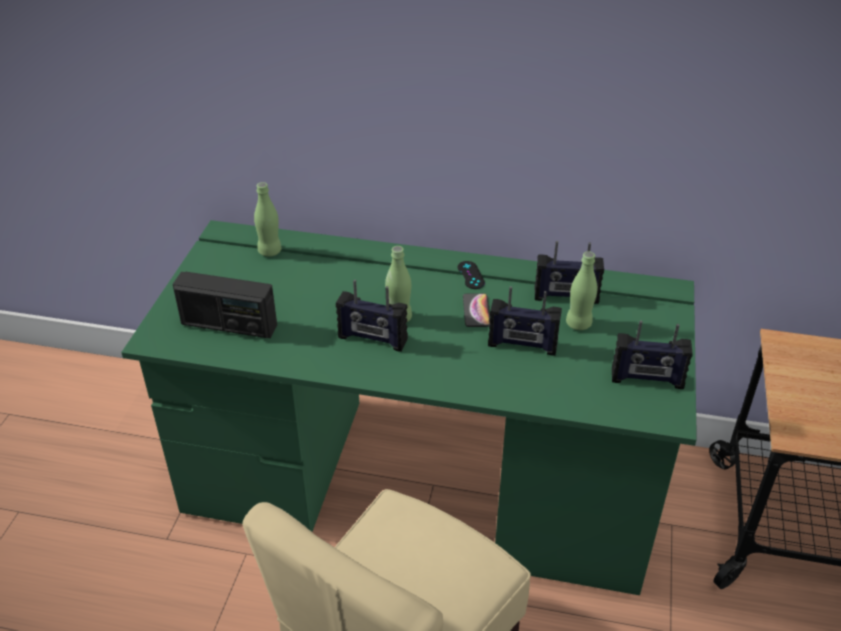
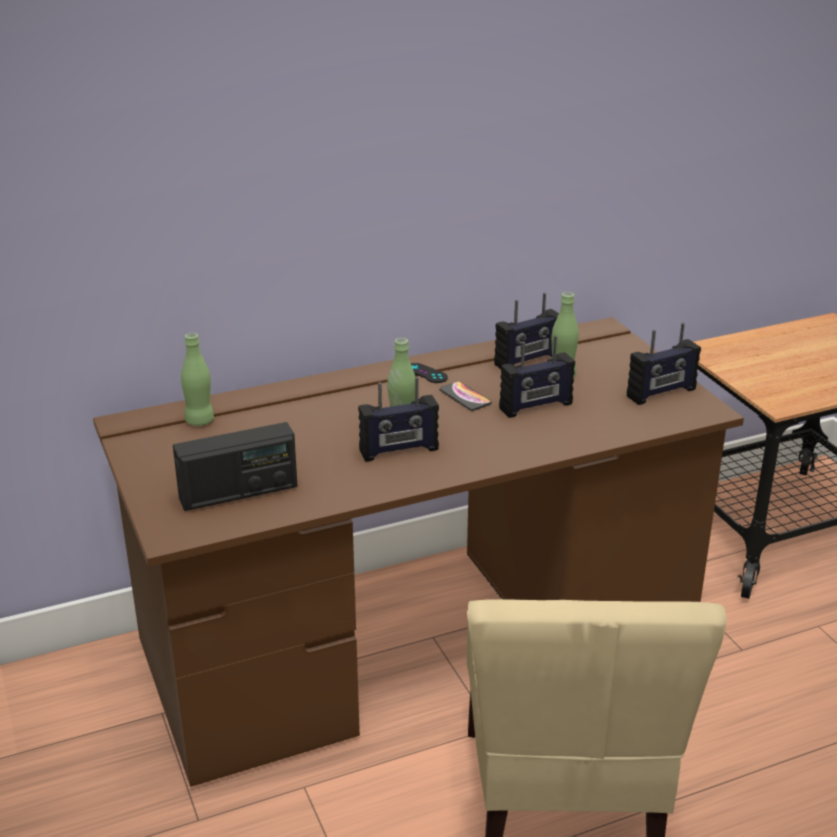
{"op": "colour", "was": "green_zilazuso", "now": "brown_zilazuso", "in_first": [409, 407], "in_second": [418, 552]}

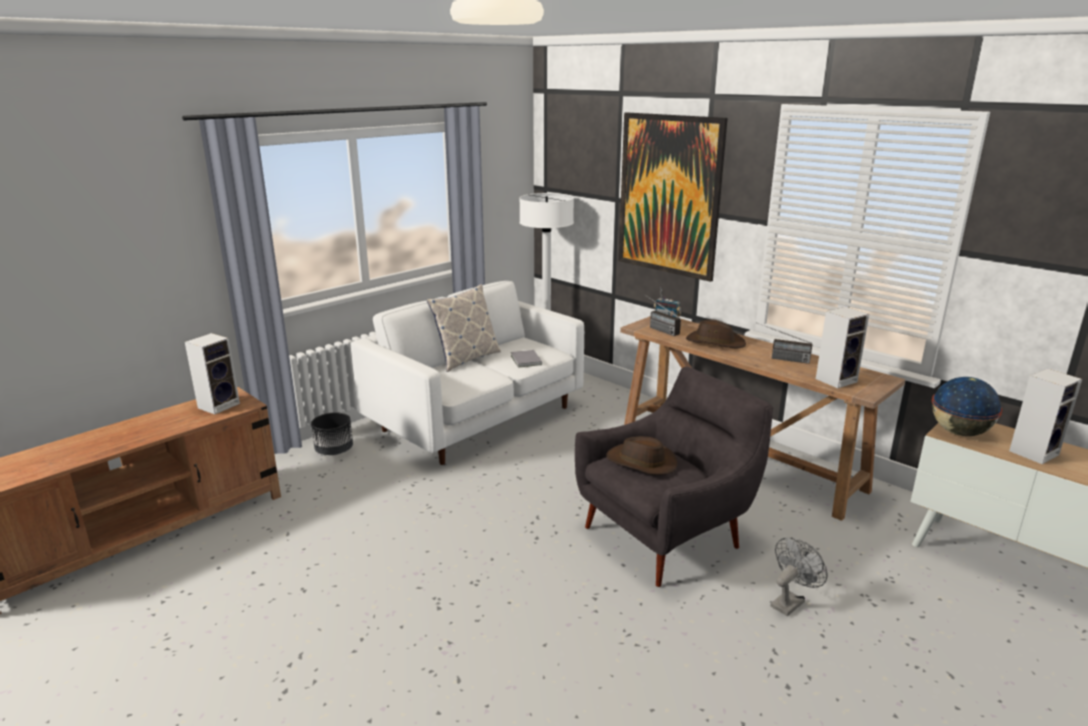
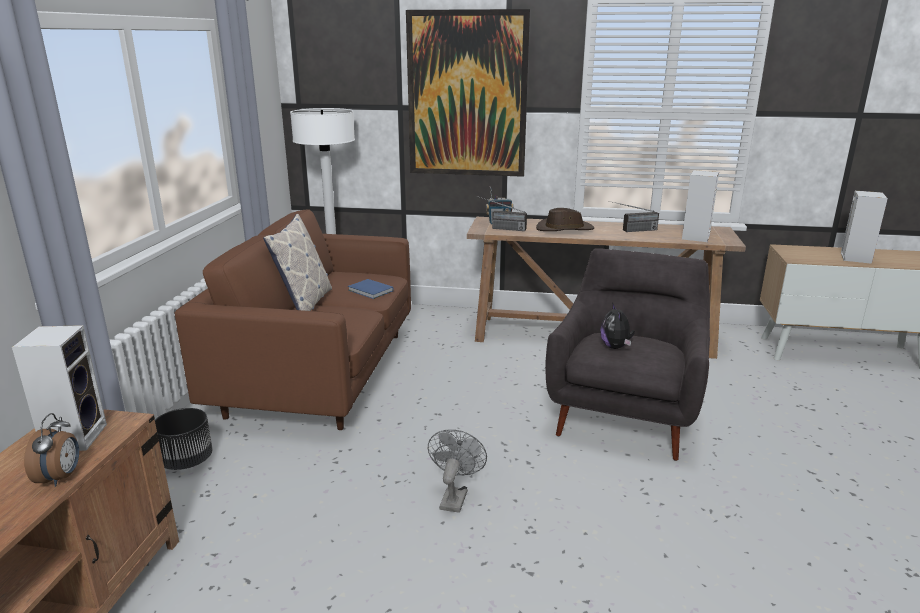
{"op": "missing", "was": "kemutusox", "in_first": [967, 406]}
{"op": "appeared", "now": "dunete", "in_second": [51, 450]}
{"op": "relocated", "was": "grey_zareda", "in_first": [799, 576], "in_second": [457, 471]}
{"op": "exchanged", "was": "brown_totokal", "now": "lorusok", "in_first": [641, 455], "in_second": [617, 325]}
{"op": "colour", "was": "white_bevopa", "now": "brown_bevopa", "in_first": [467, 373], "in_second": [293, 319]}
{"op": "colour", "was": "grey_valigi", "now": "blue_valigi", "in_first": [526, 359], "in_second": [371, 289]}

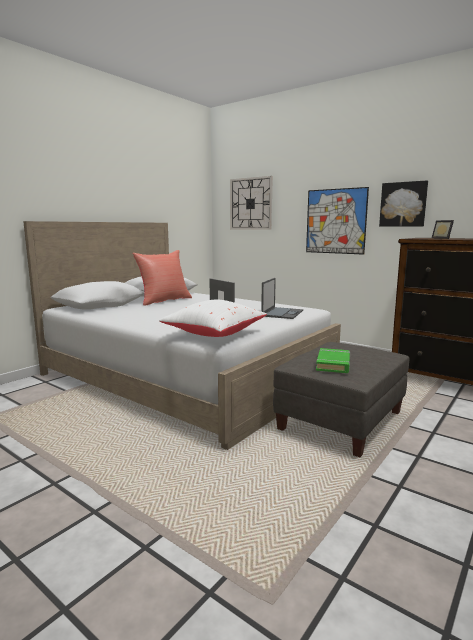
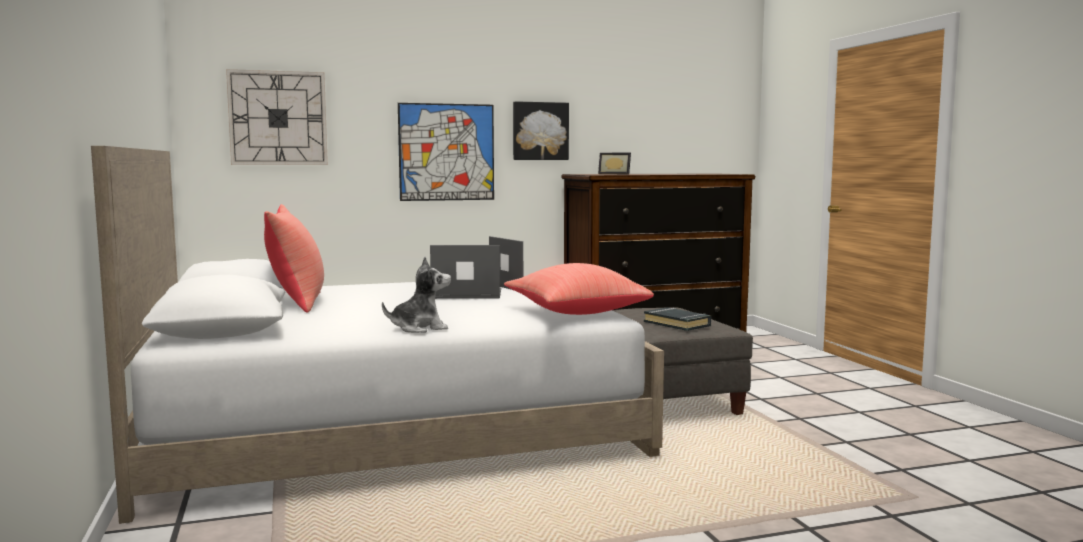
{"op": "appeared", "now": "lorusok", "in_second": [416, 295]}
{"op": "colour", "was": "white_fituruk", "now": "red_fituruk", "in_first": [213, 318], "in_second": [579, 289]}
{"op": "colour", "was": "green_valigi", "now": "black_valigi", "in_first": [333, 360], "in_second": [677, 319]}

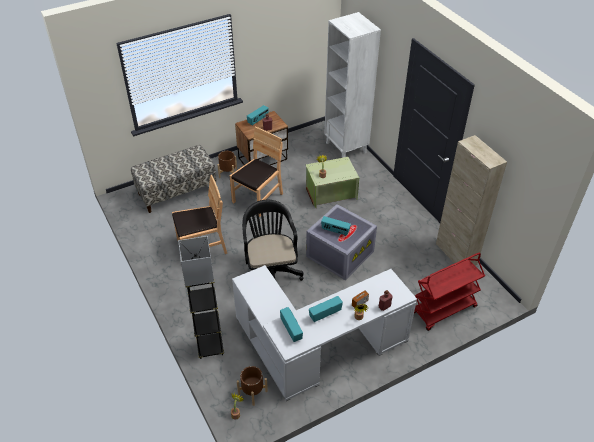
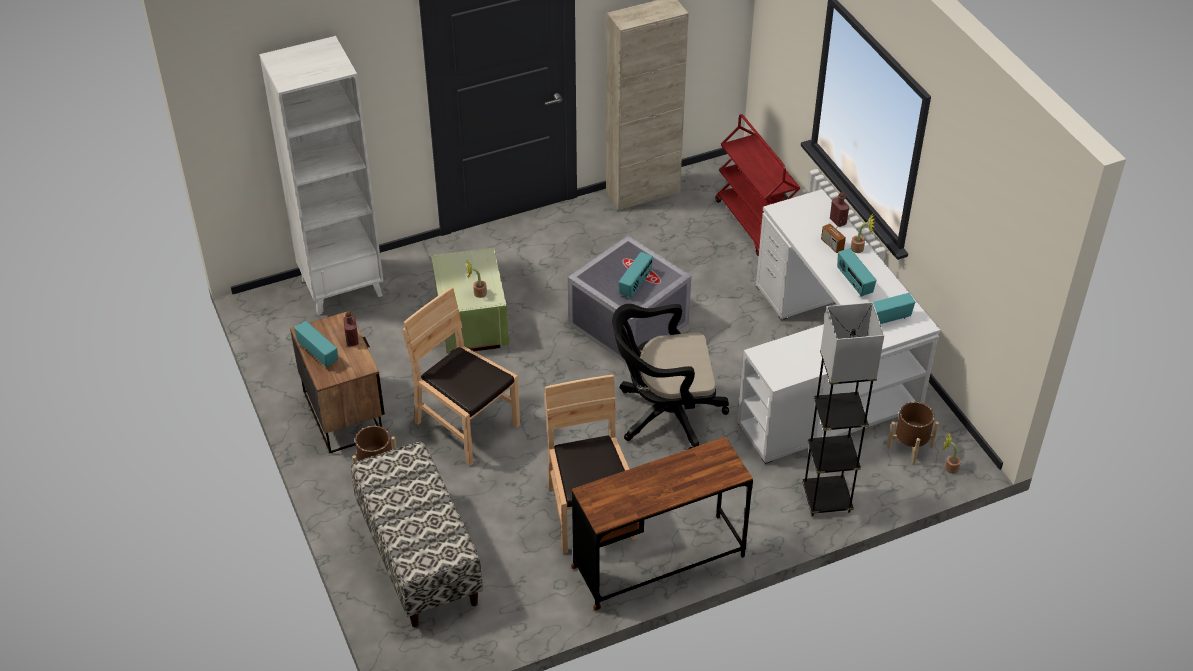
{"op": "appeared", "now": "brown_zilazuso", "in_second": [662, 524]}

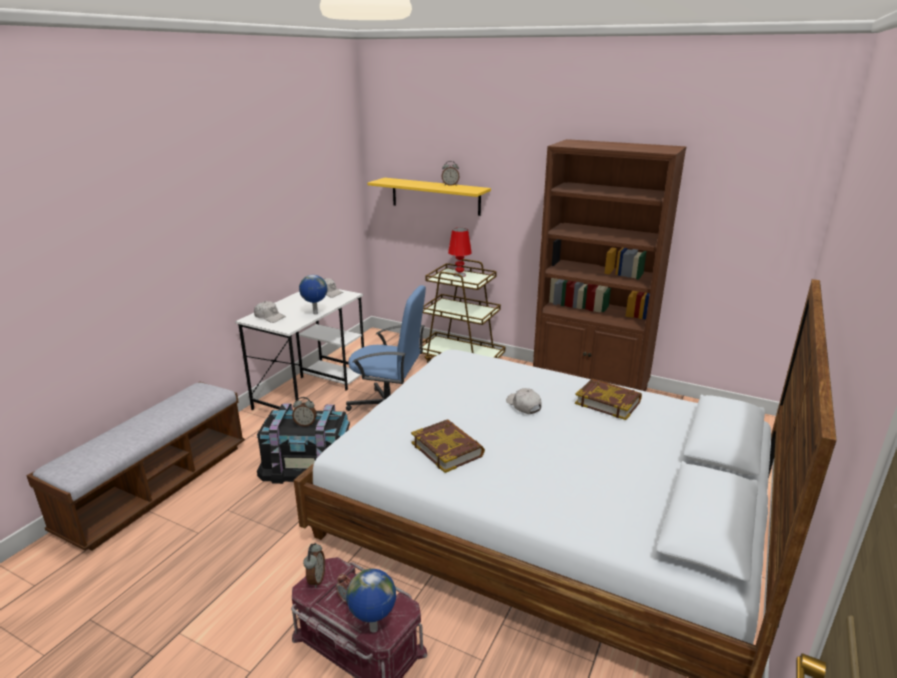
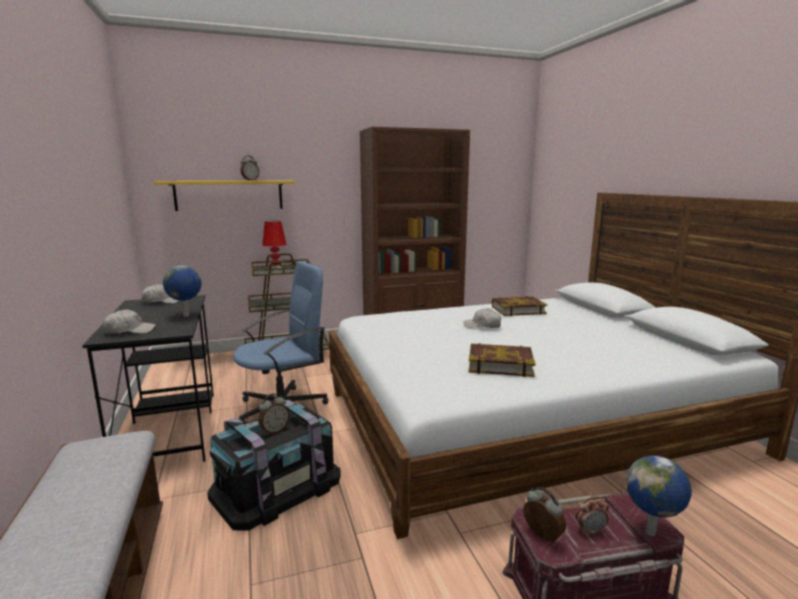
{"op": "colour", "was": "white_zilazuso", "now": "black_zilazuso", "in_first": [299, 349], "in_second": [148, 378]}

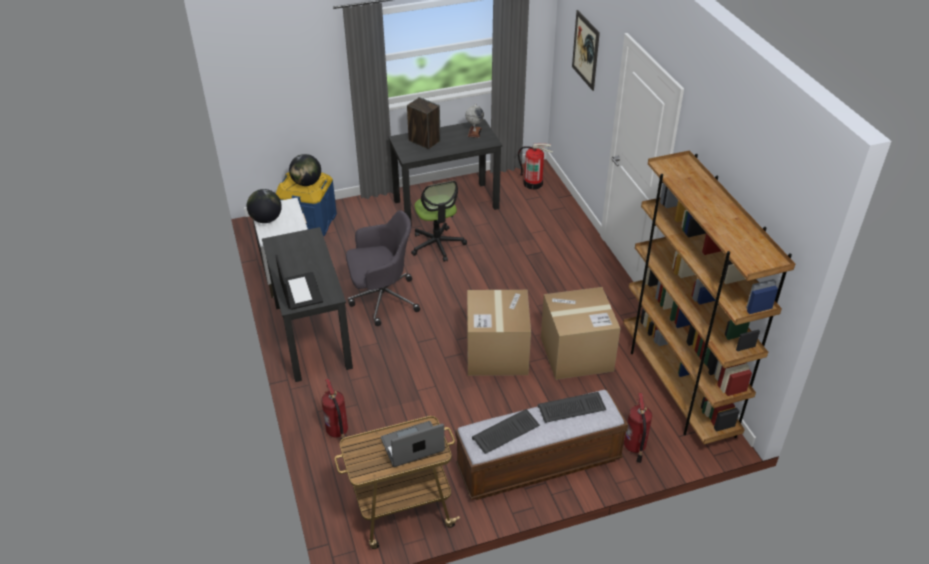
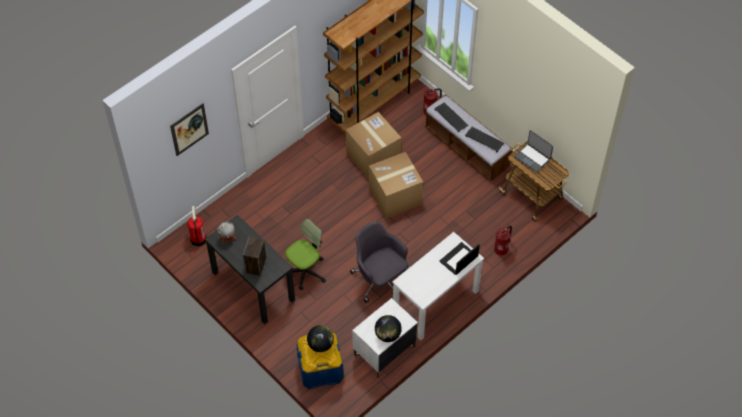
{"op": "colour", "was": "black_zilazuso", "now": "white_zilazuso", "in_first": [307, 304], "in_second": [438, 286]}

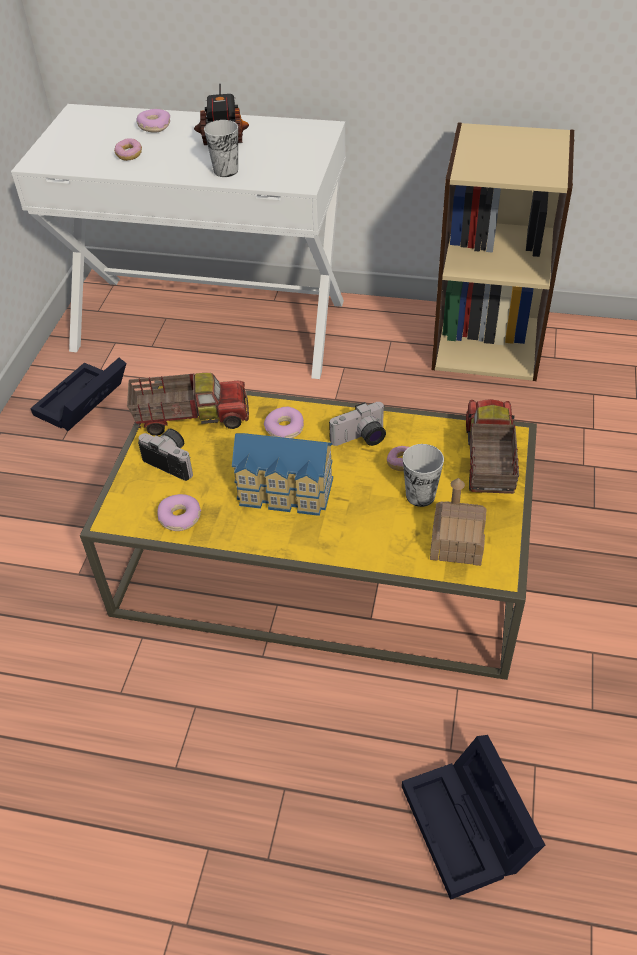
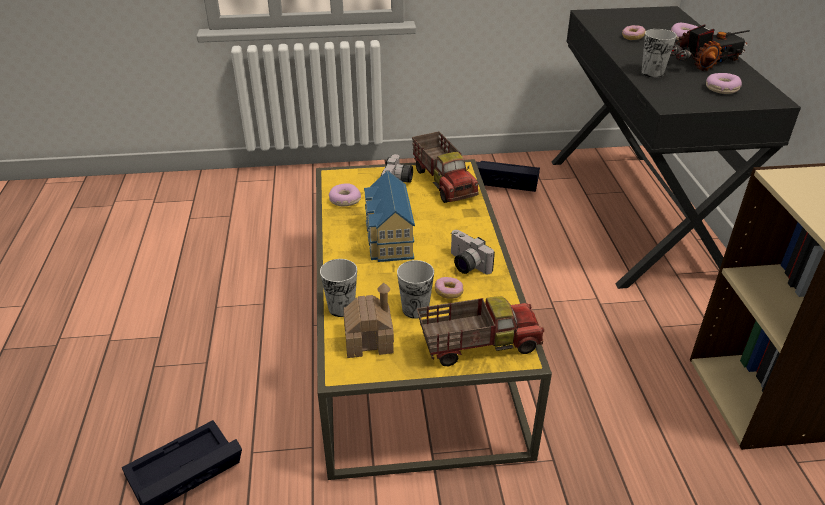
{"op": "appeared", "now": "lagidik", "in_second": [338, 288]}
{"op": "relocated", "was": "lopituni", "in_first": [284, 422], "in_second": [724, 83]}
{"op": "colour", "was": "white_zilazuso", "now": "black_zilazuso", "in_first": [178, 241], "in_second": [676, 147]}

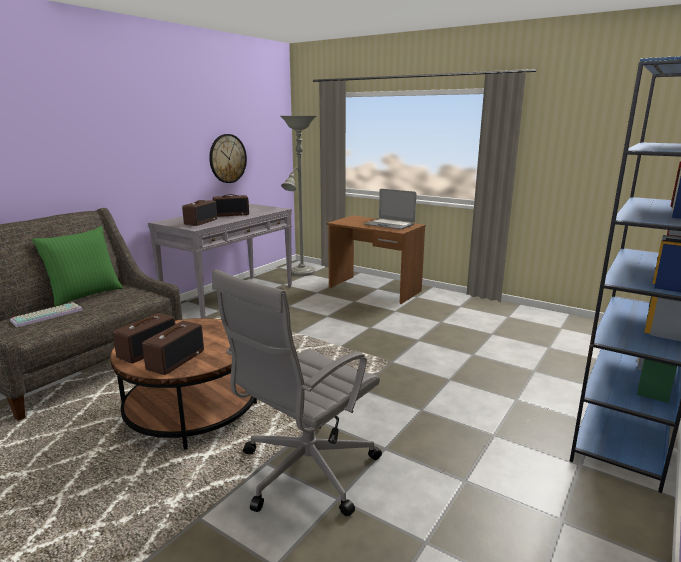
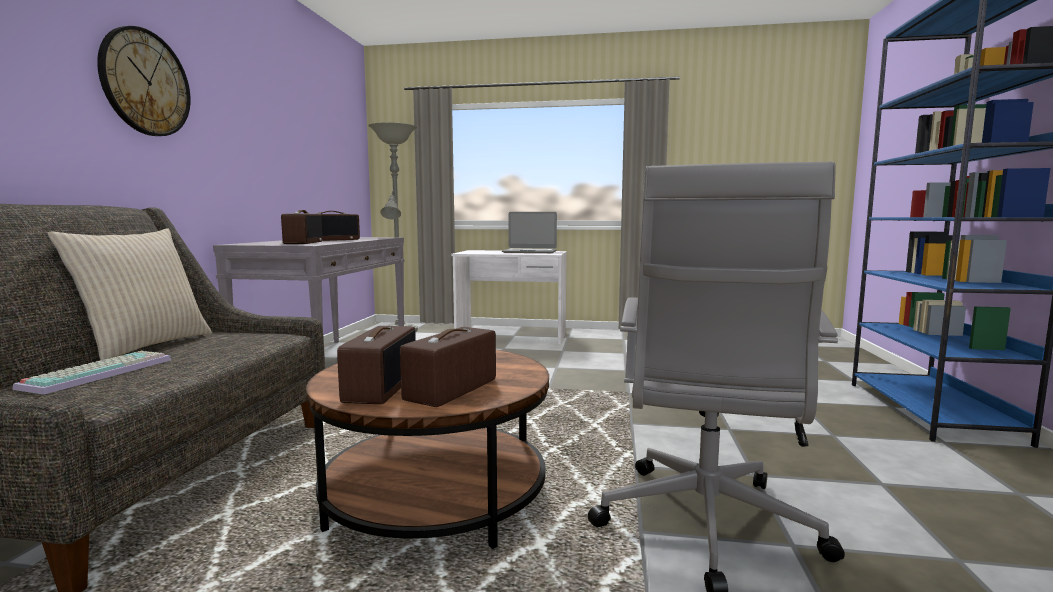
{"op": "relocated", "was": "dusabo", "in_first": [228, 158], "in_second": [144, 81]}
{"op": "colour", "was": "green_fituruk", "now": "beige_fituruk", "in_first": [77, 266], "in_second": [129, 294]}
{"op": "colour", "was": "brown_zilazuso", "now": "white_zilazuso", "in_first": [376, 259], "in_second": [509, 297]}
{"op": "spun", "was": "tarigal", "in_first": [173, 348], "in_second": [448, 367], "clockwise": -150}

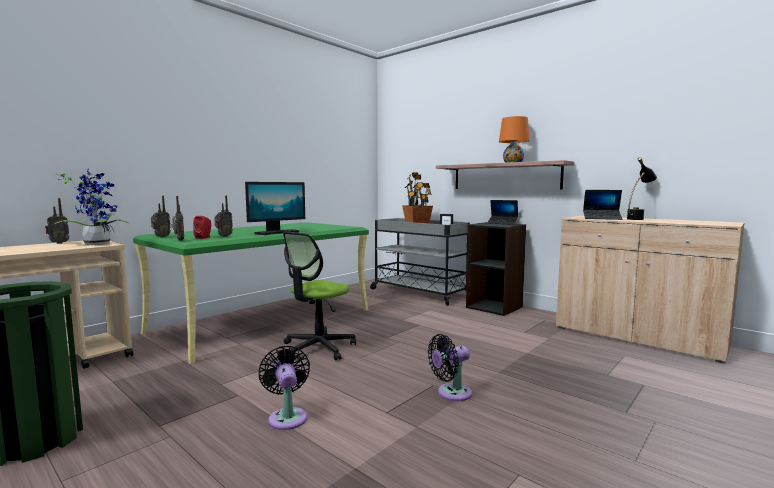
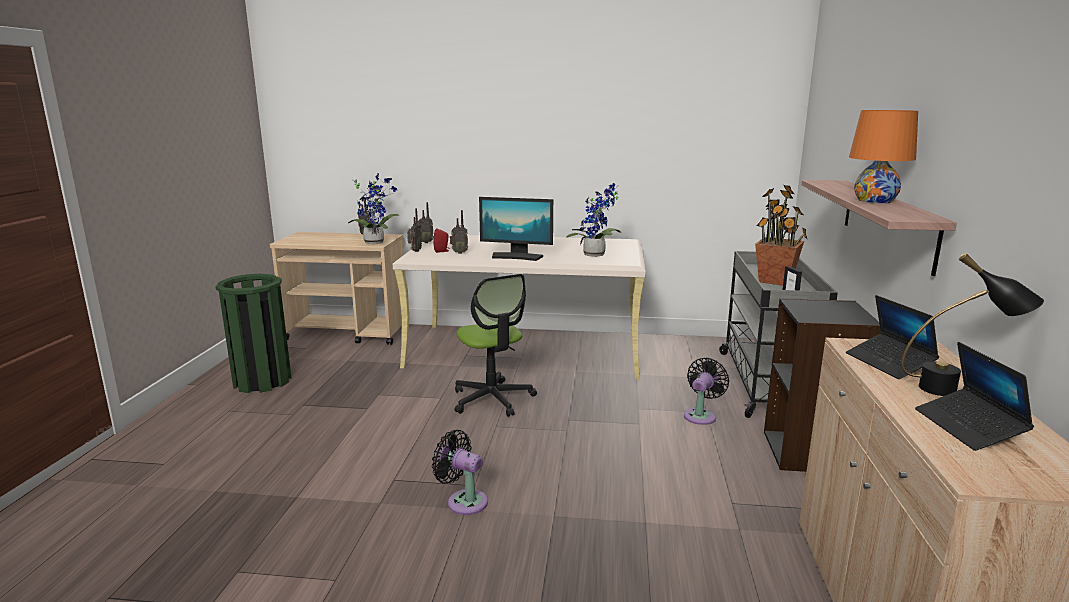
{"op": "appeared", "now": "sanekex", "in_second": [593, 220]}
{"op": "relocated", "was": "black_zareda", "in_first": [284, 388], "in_second": [706, 391]}
{"op": "relocated", "was": "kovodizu", "in_first": [502, 212], "in_second": [974, 396]}
{"op": "colour", "was": "green_zilazuso", "now": "beige_zilazuso", "in_first": [251, 293], "in_second": [519, 307]}
{"op": "spun", "was": "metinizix", "in_first": [319, 296], "in_second": [496, 345], "clockwise": -120}

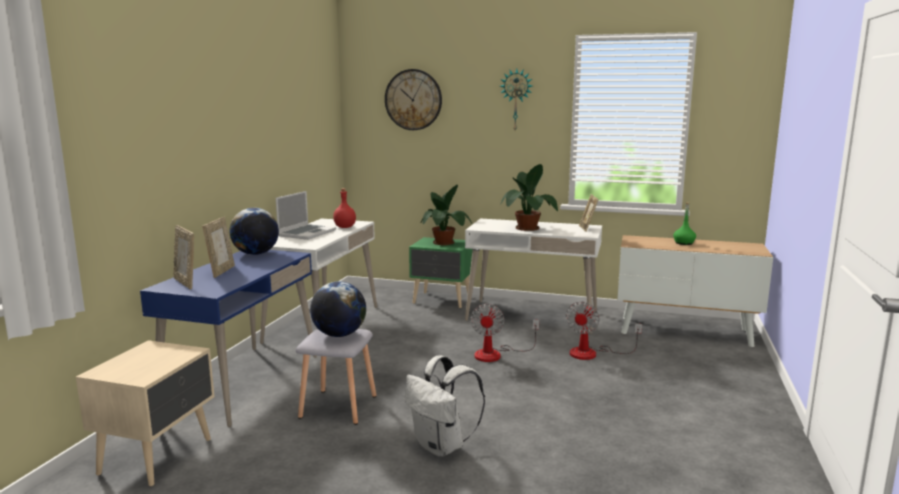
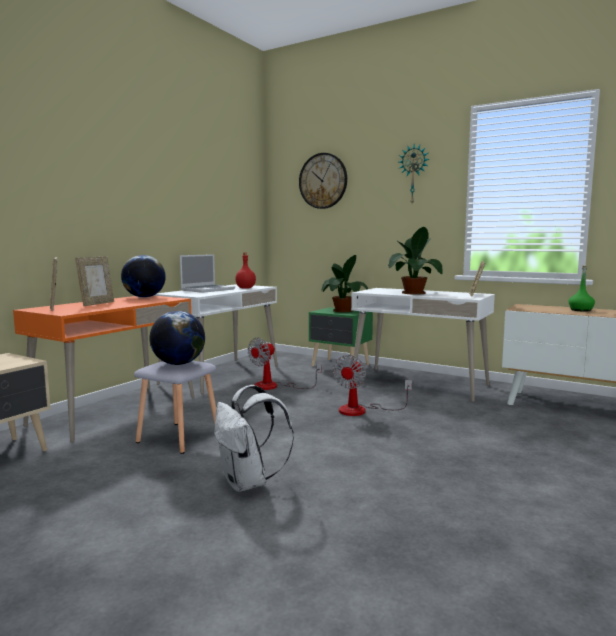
{"op": "relocated", "was": "zareda", "in_first": [604, 330], "in_second": [284, 363]}
{"op": "colour", "was": "blue_zilazuso", "now": "orange_zilazuso", "in_first": [228, 338], "in_second": [104, 369]}

